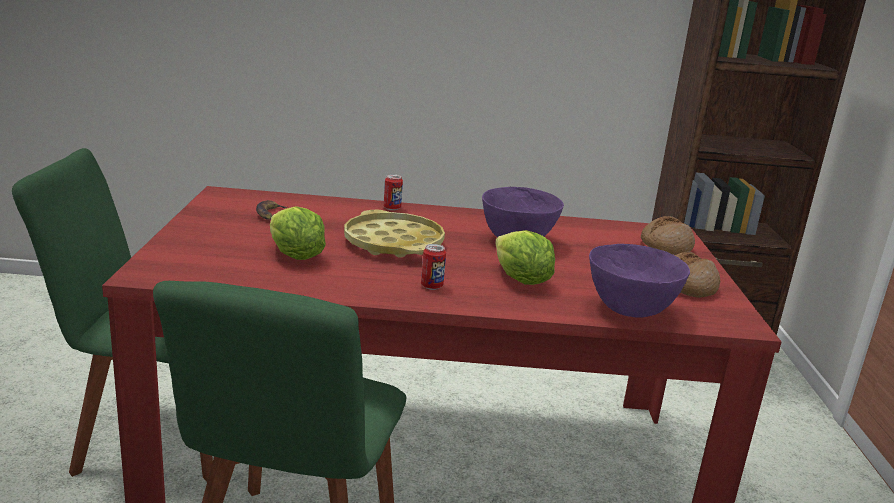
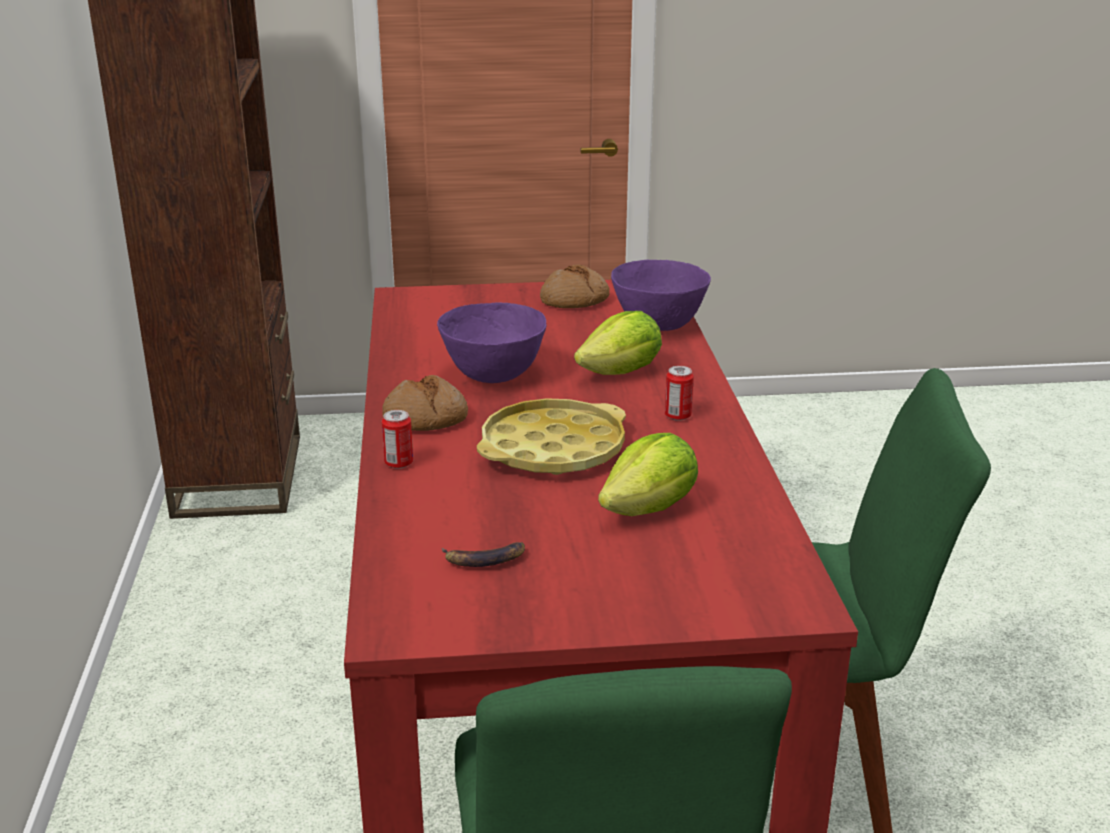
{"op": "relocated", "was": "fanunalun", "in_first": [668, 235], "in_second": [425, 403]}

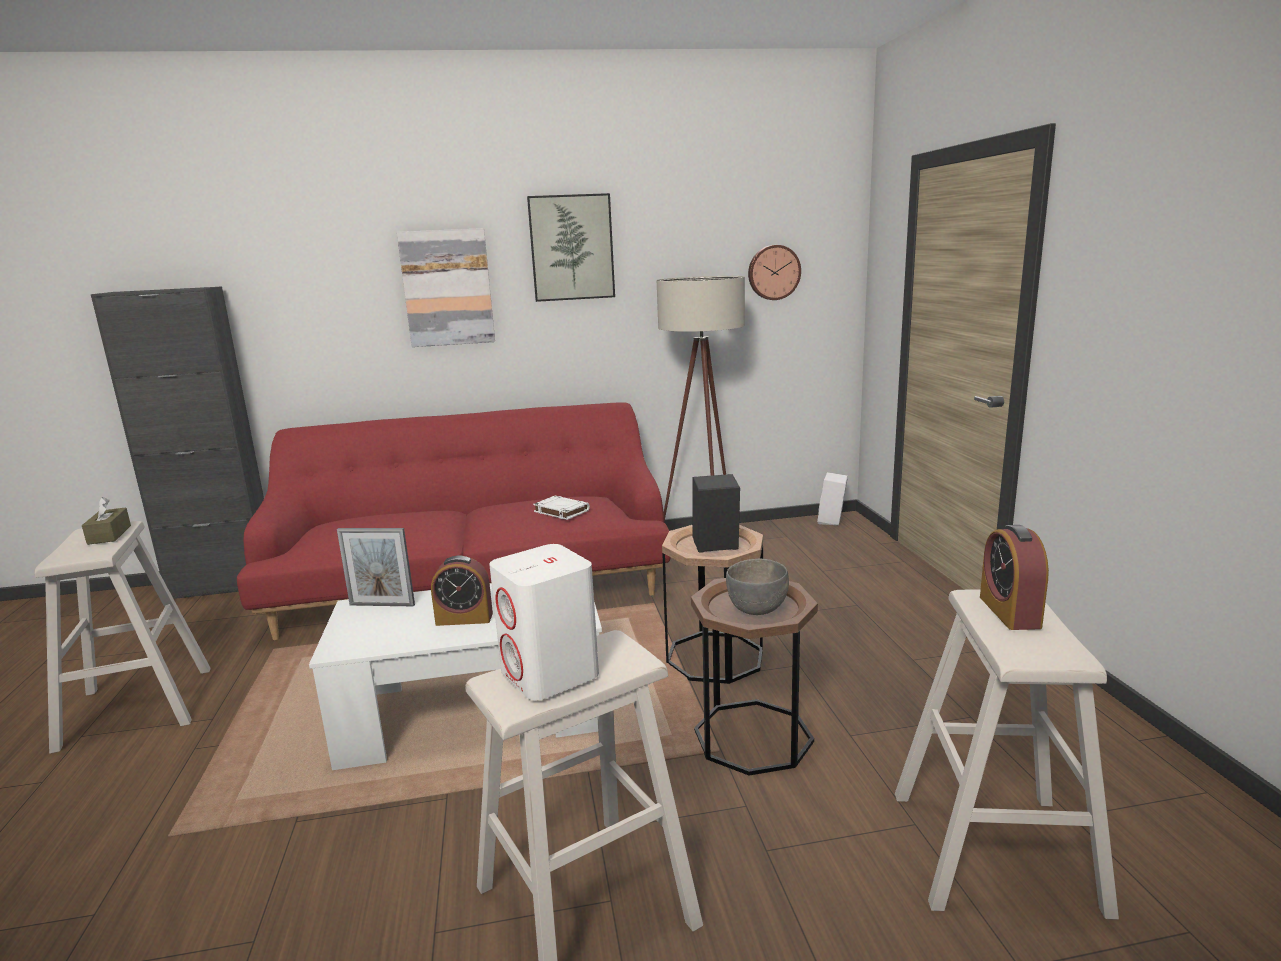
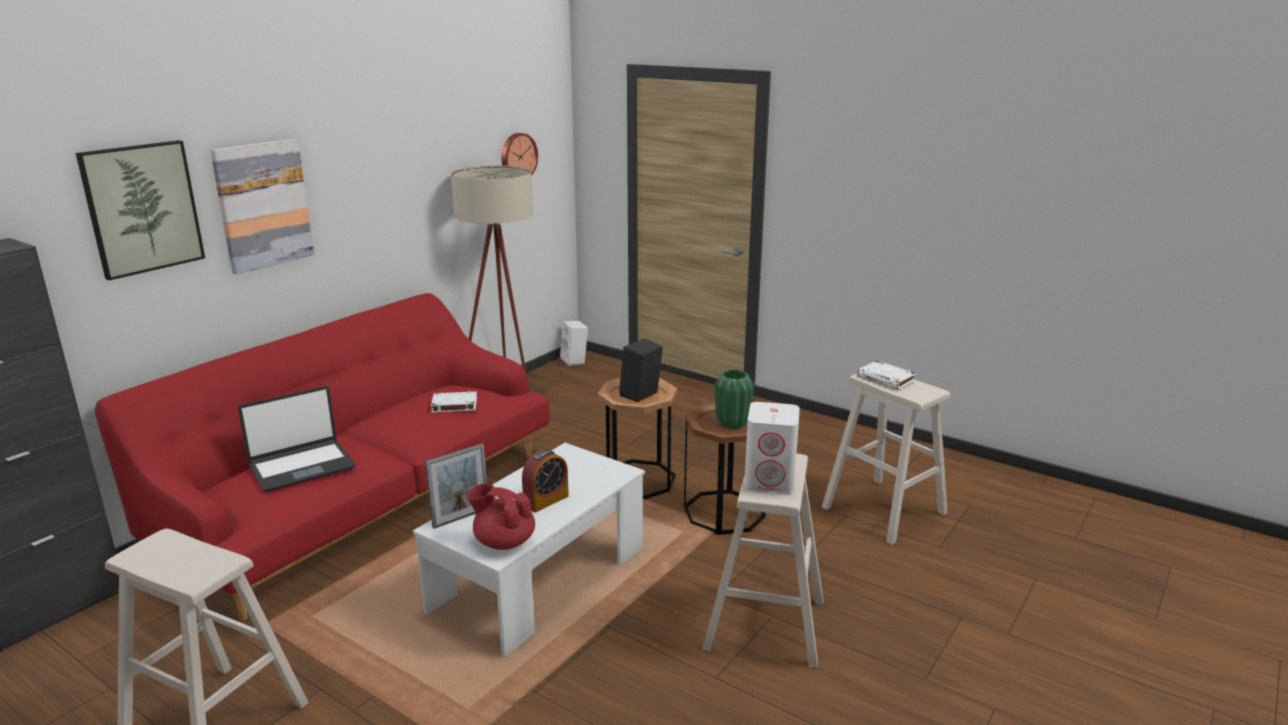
{"op": "missing", "was": "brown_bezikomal", "in_first": [106, 521]}
{"op": "appeared", "now": "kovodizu", "in_second": [296, 439]}
{"op": "appeared", "now": "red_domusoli", "in_second": [501, 516]}
{"op": "relocated", "was": "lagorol", "in_first": [571, 247], "in_second": [140, 210]}
{"op": "exchanged", "was": "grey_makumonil", "now": "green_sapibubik", "in_first": [757, 587], "in_second": [734, 399]}
{"op": "exchanged", "was": "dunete", "now": "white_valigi", "in_first": [1014, 577], "in_second": [887, 375]}

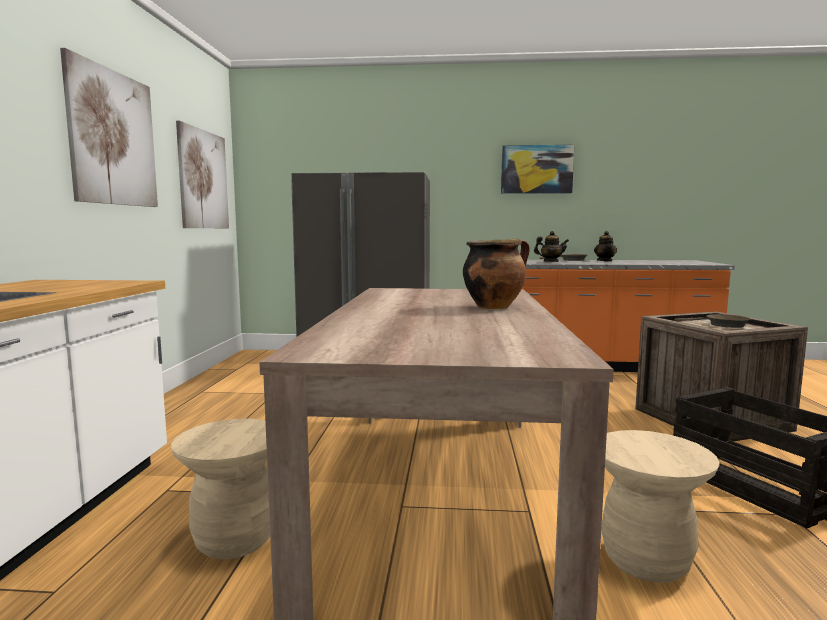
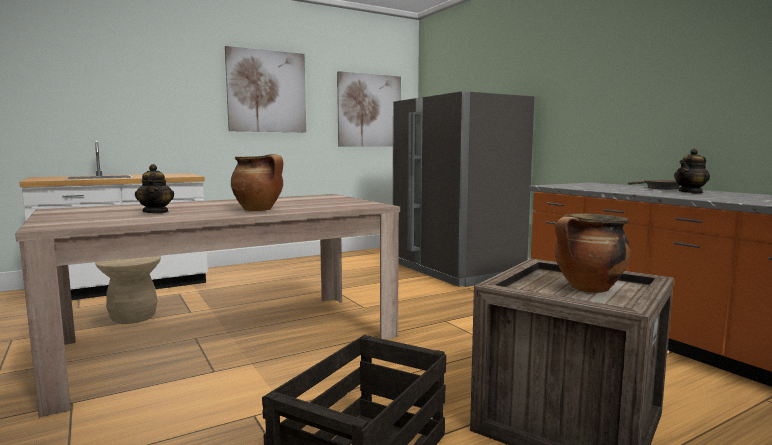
{"op": "missing", "was": "lagorol", "in_first": [537, 169]}
{"op": "missing", "was": "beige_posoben", "in_first": [660, 506]}
{"op": "relocated", "was": "domusoli", "in_first": [551, 246], "in_second": [154, 188]}
{"op": "exchanged", "was": "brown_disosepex", "now": "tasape", "in_first": [712, 321], "in_second": [593, 253]}

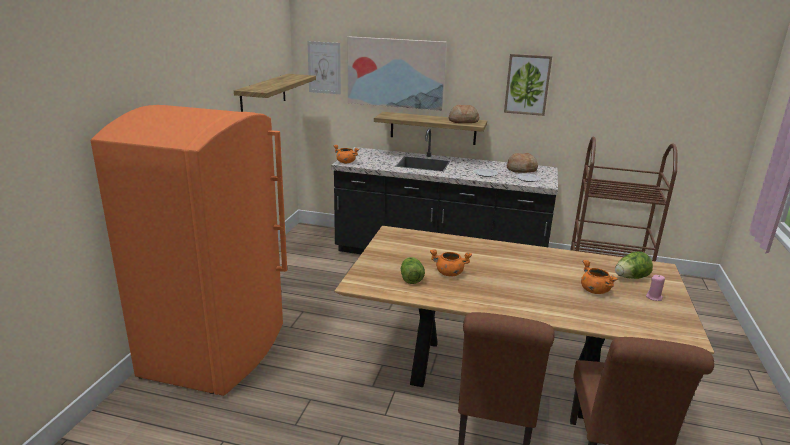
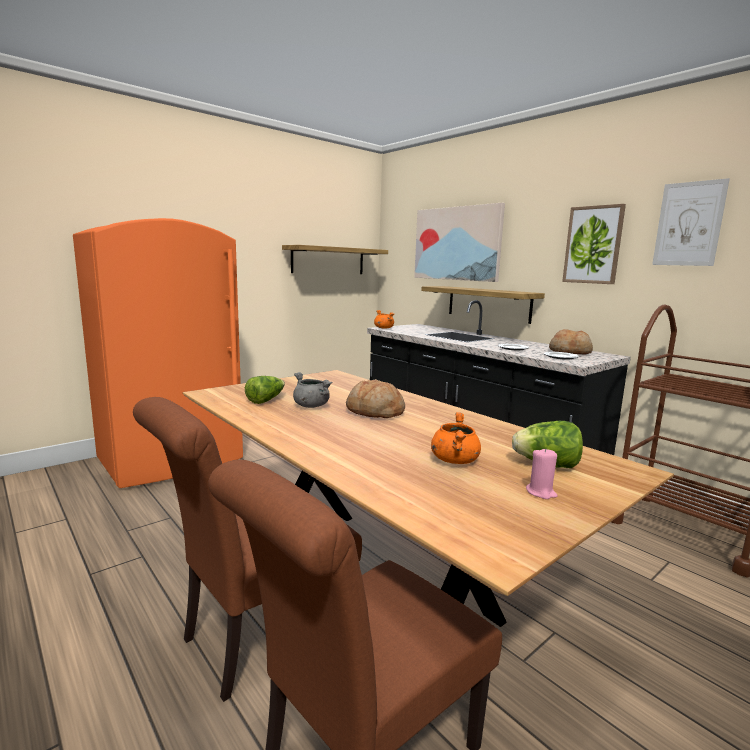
{"op": "relocated", "was": "lagorol", "in_first": [324, 67], "in_second": [691, 222]}
{"op": "relocated", "was": "fanunalun", "in_first": [464, 113], "in_second": [375, 398]}
{"op": "colour", "was": "orange_tasape", "now": "grey_tasape", "in_first": [451, 263], "in_second": [312, 390]}

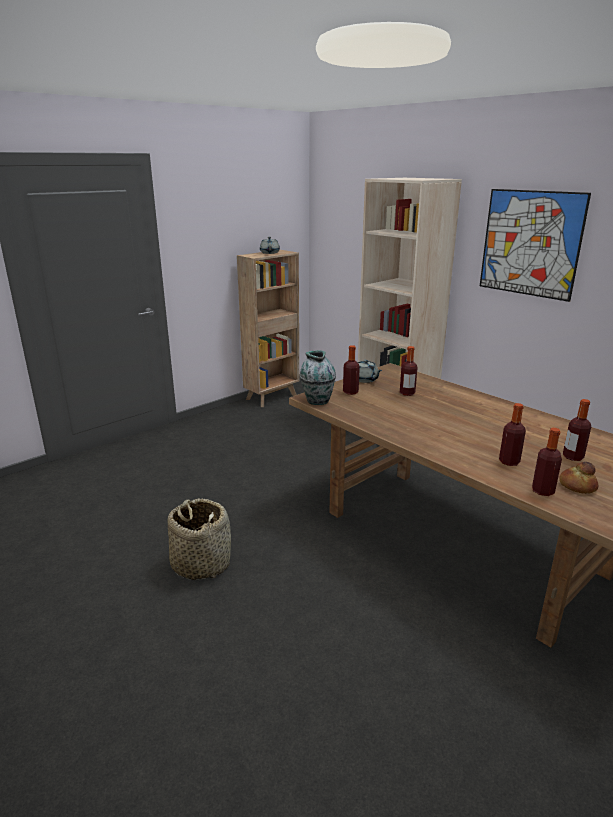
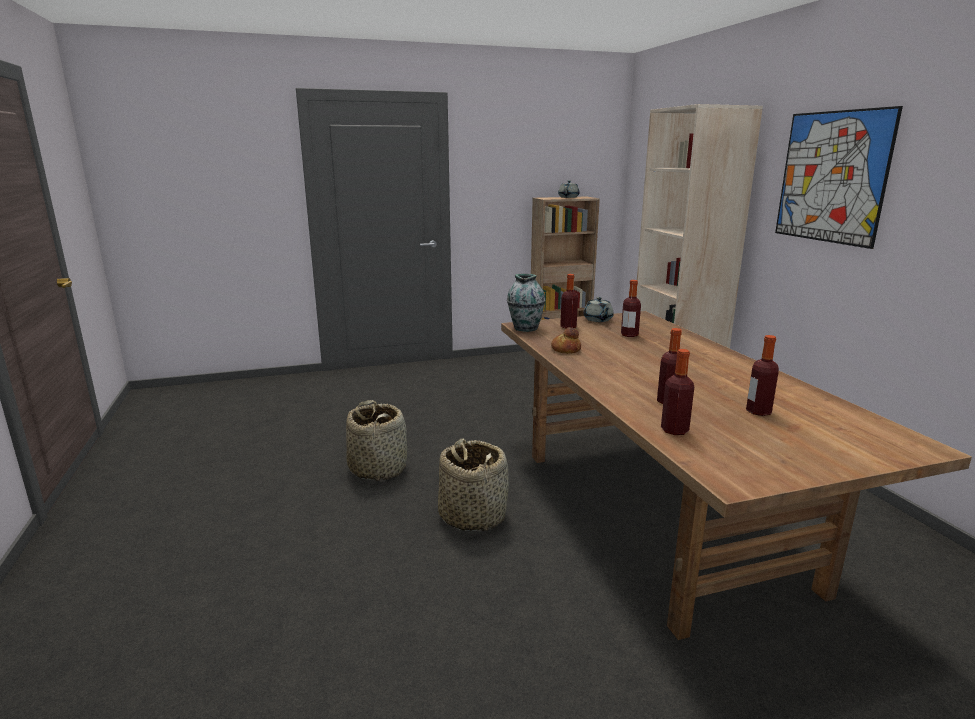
{"op": "appeared", "now": "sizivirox", "in_second": [473, 485]}
{"op": "relocated", "was": "fanunalun", "in_first": [578, 478], "in_second": [566, 340]}

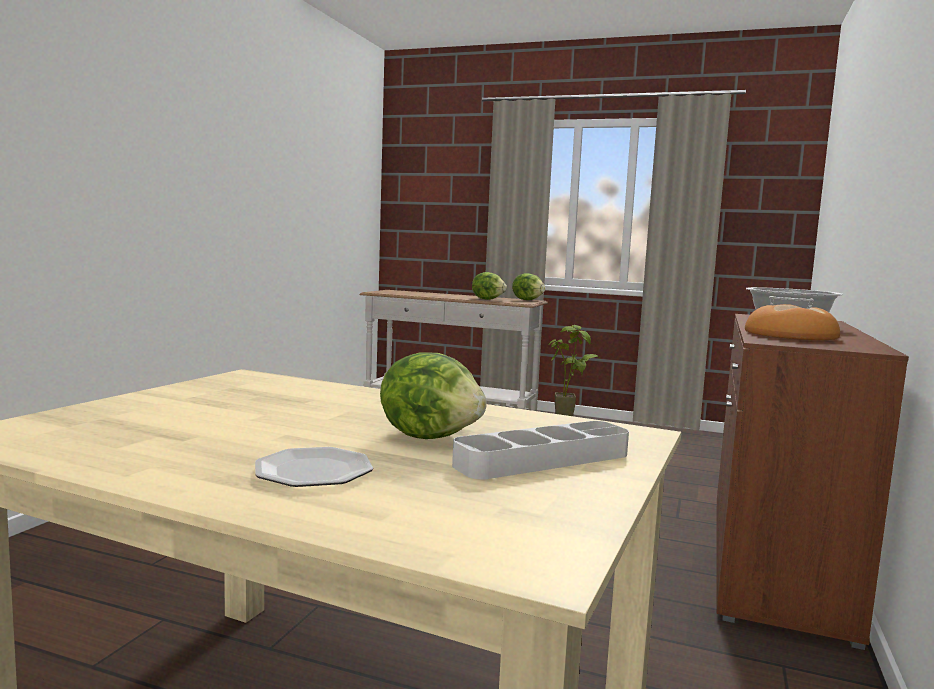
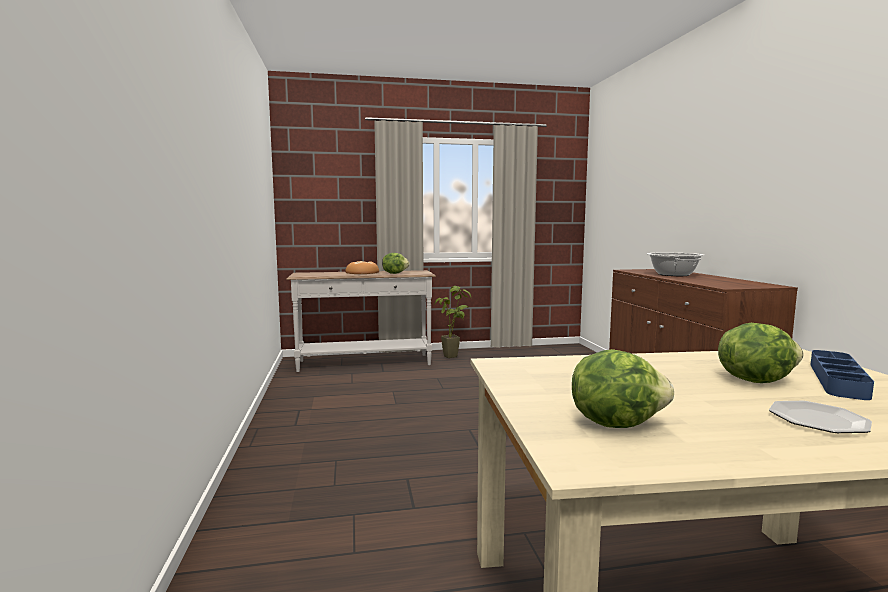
{"op": "relocated", "was": "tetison", "in_first": [529, 286], "in_second": [623, 388]}
{"op": "relocated", "was": "fanunalun", "in_first": [792, 322], "in_second": [362, 267]}
{"op": "colour", "was": "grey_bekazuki", "now": "blue_bekazuki", "in_first": [540, 450], "in_second": [842, 375]}

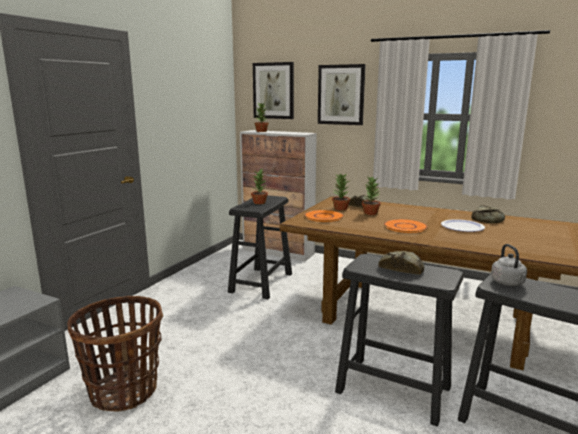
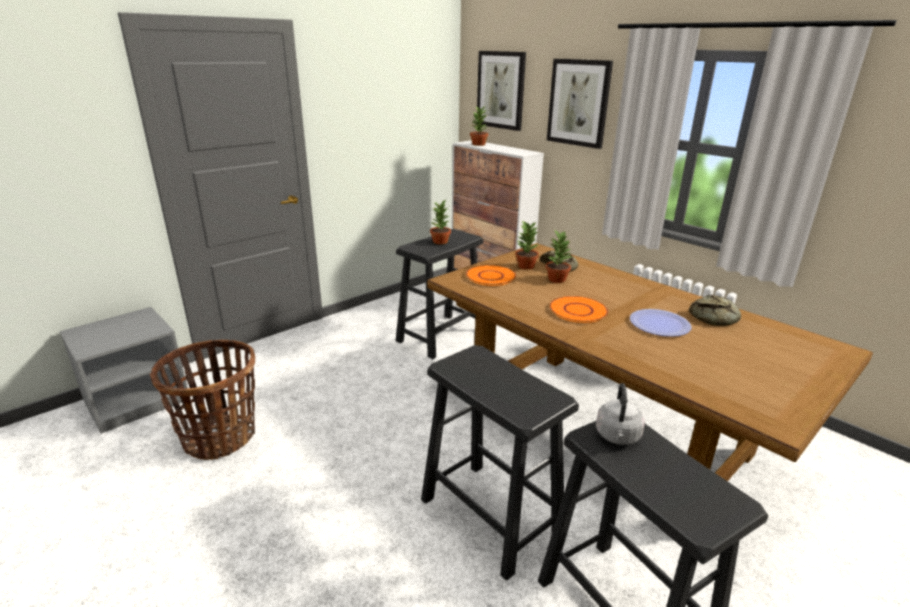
{"op": "missing", "was": "fanunalun", "in_first": [401, 263]}

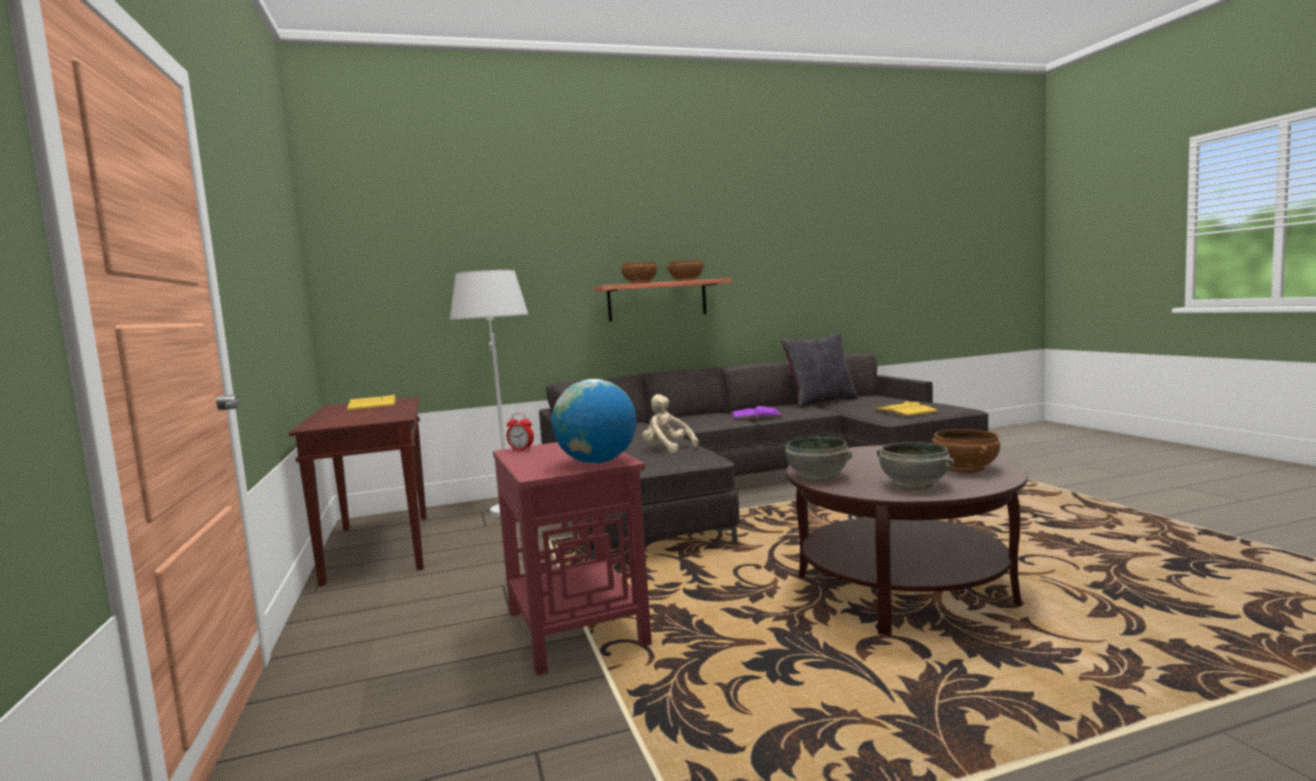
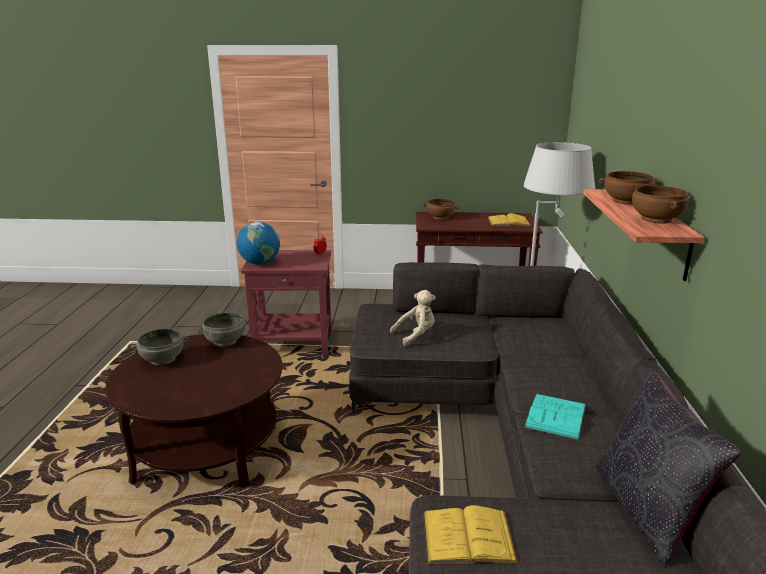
{"op": "relocated", "was": "brown_makumonil", "in_first": [966, 451], "in_second": [441, 209]}
{"op": "colour", "was": "purple_valigi", "now": "turquoise_valigi", "in_first": [756, 412], "in_second": [555, 417]}

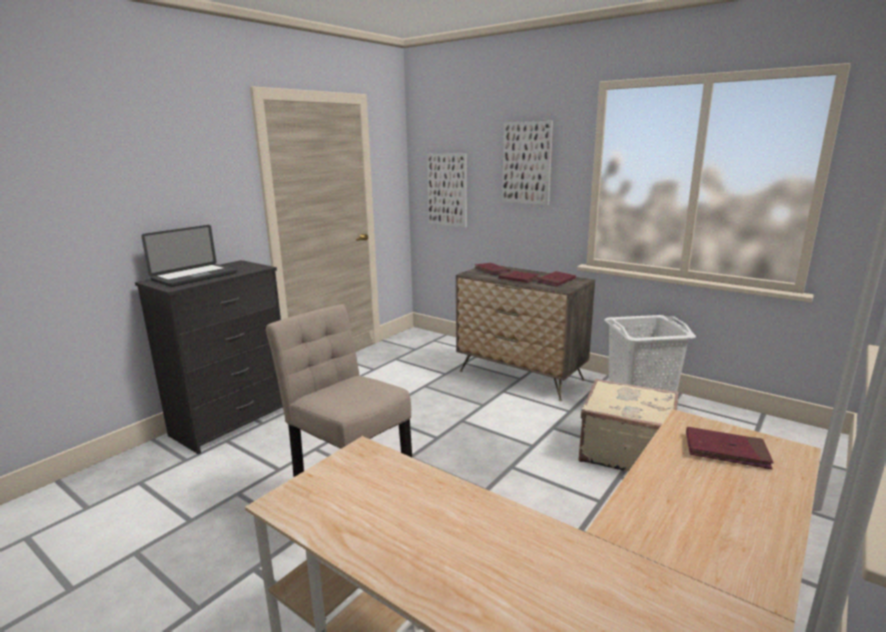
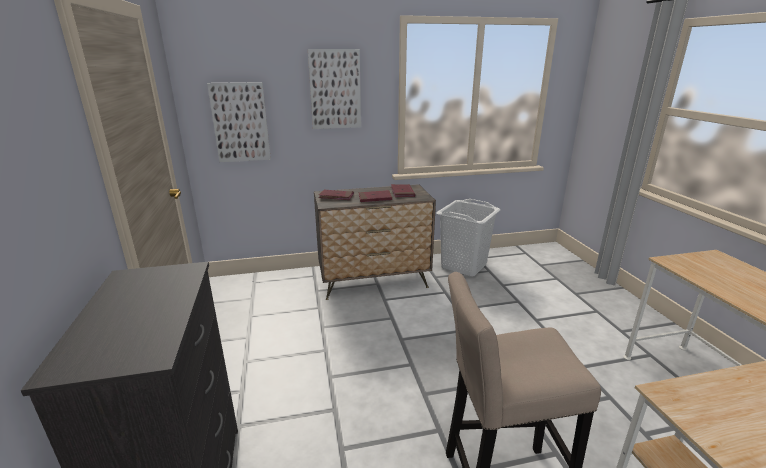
{"op": "missing", "was": "kovodizu", "in_first": [189, 256]}
{"op": "missing", "was": "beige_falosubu", "in_first": [629, 425]}
{"op": "missing", "was": "red_valigi", "in_first": [730, 448]}

